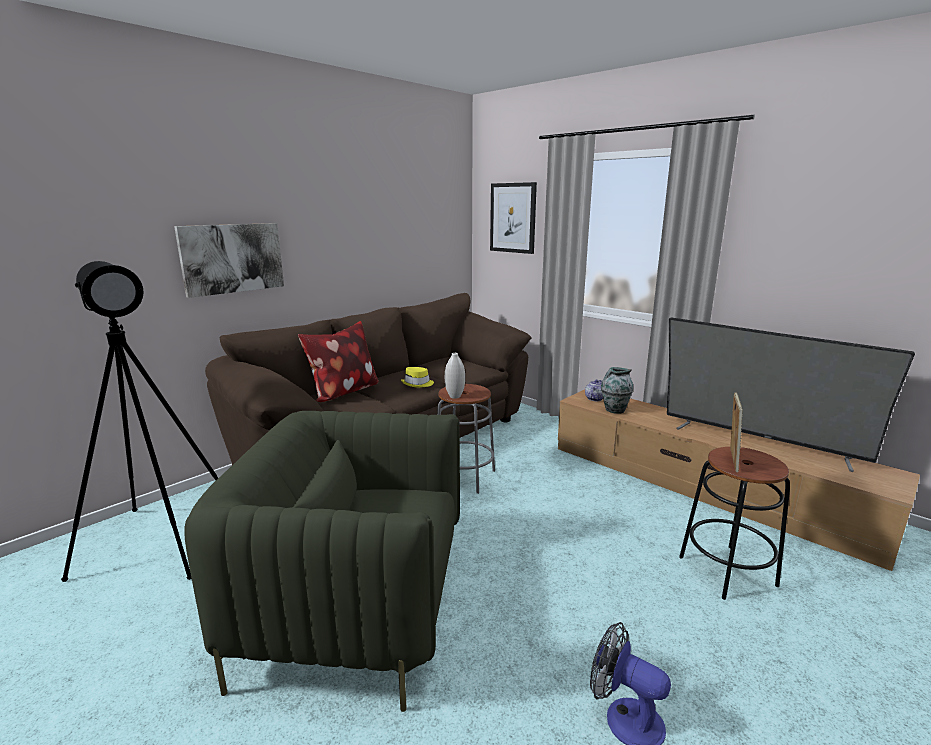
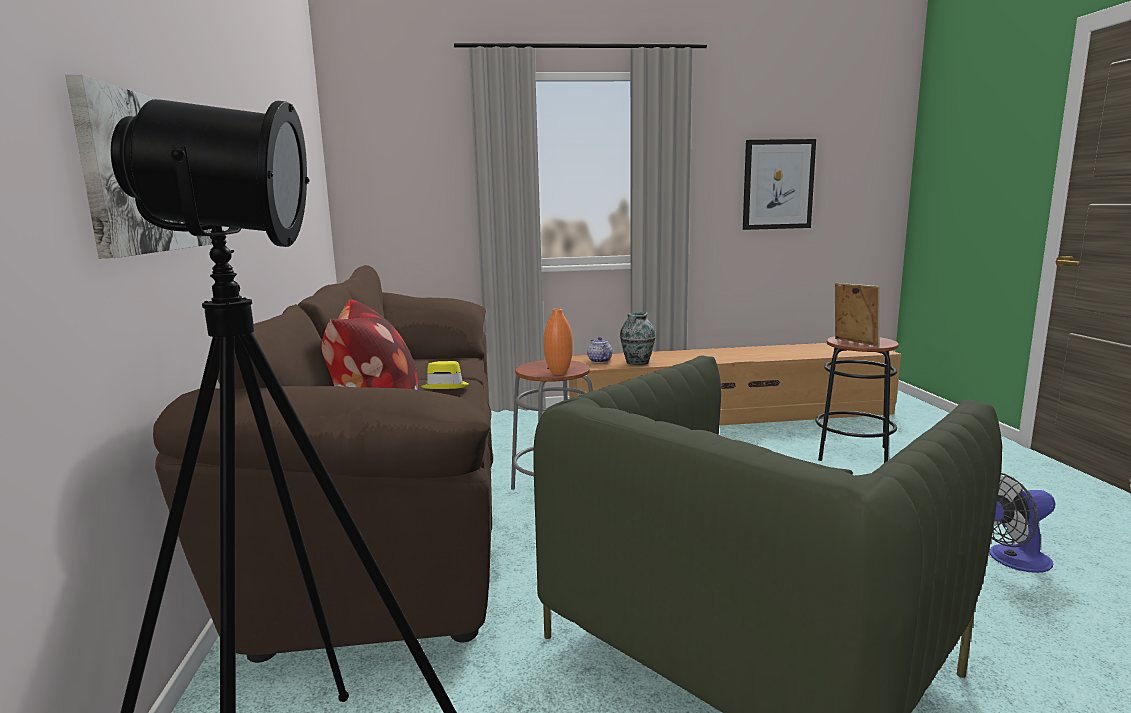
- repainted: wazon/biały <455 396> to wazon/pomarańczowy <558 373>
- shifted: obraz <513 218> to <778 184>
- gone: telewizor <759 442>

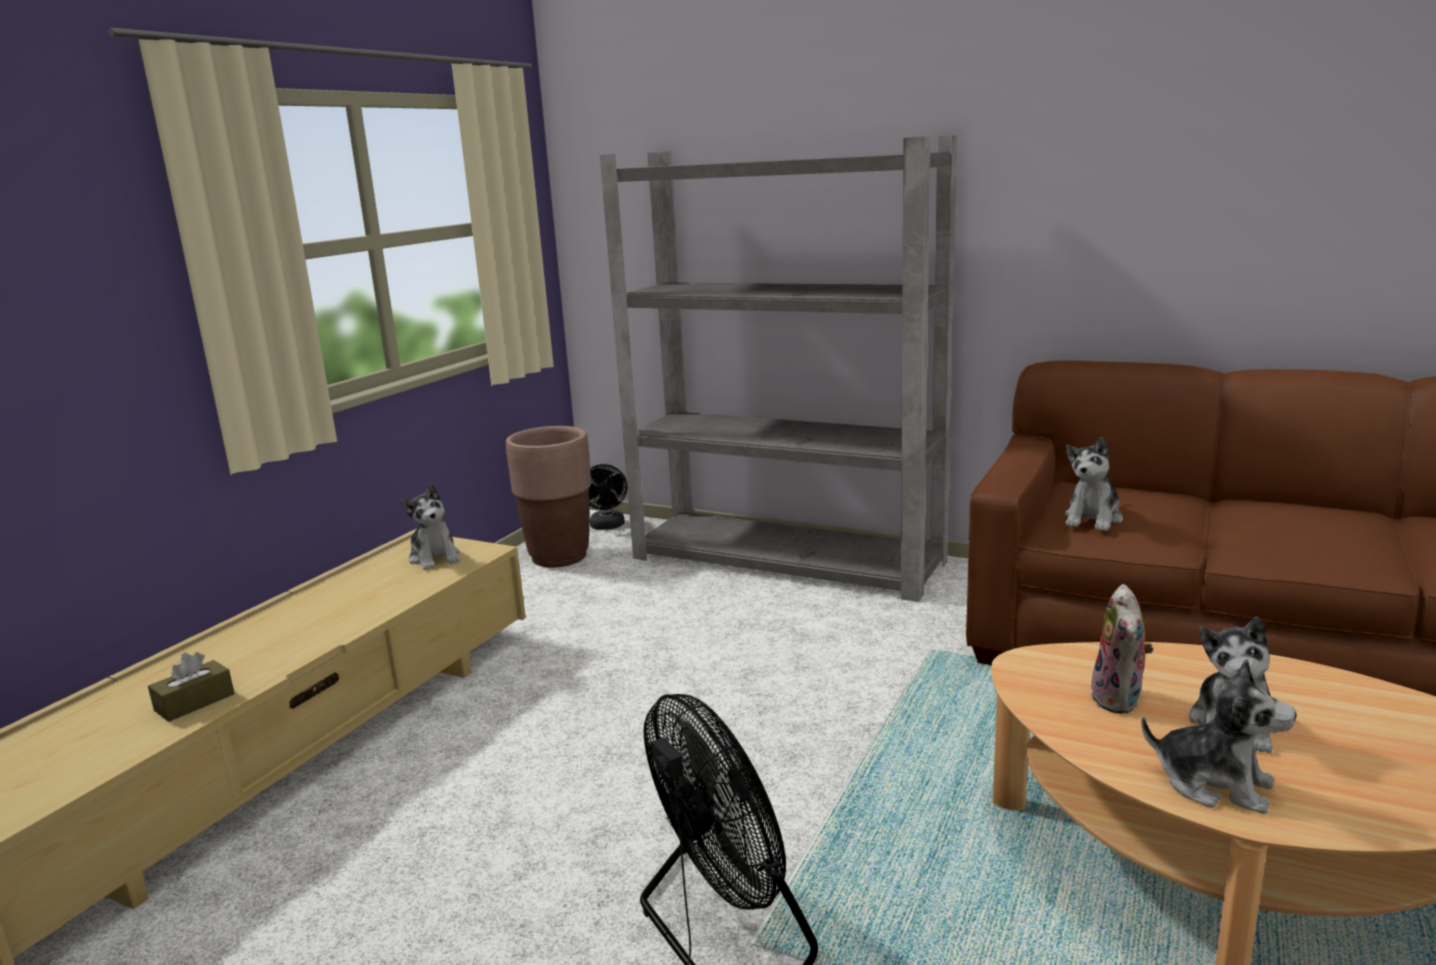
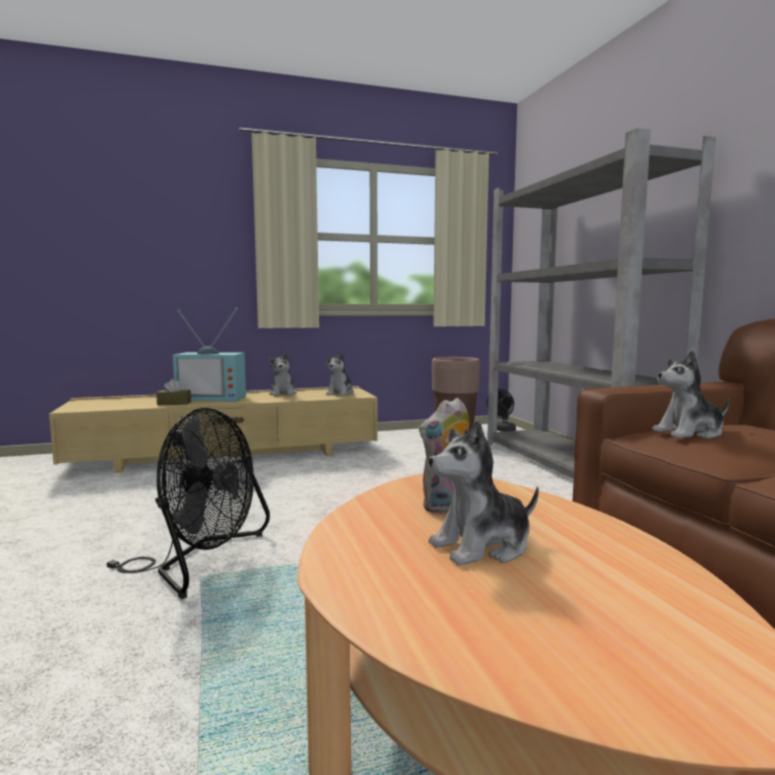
- shifted: pluszak <1214 784> to <283 394>
- new: telewizor <213 398>

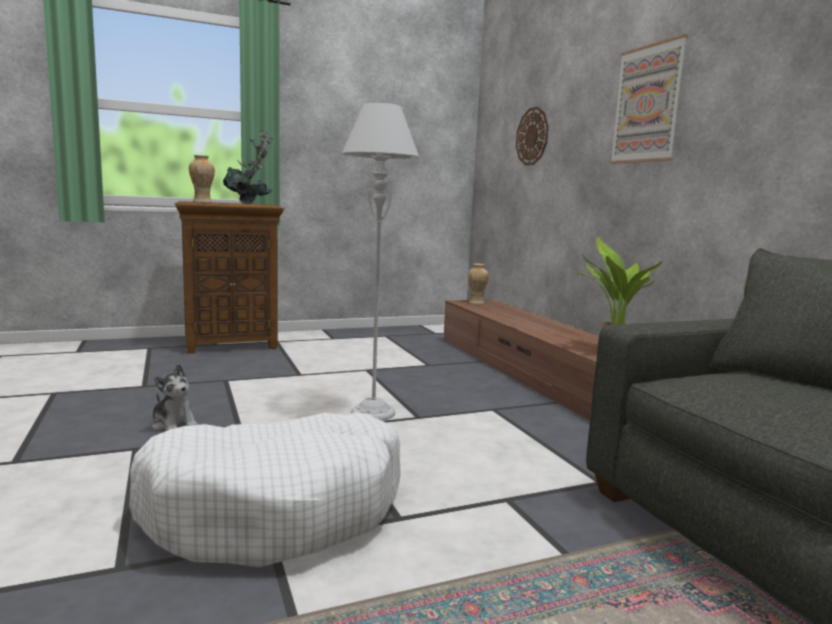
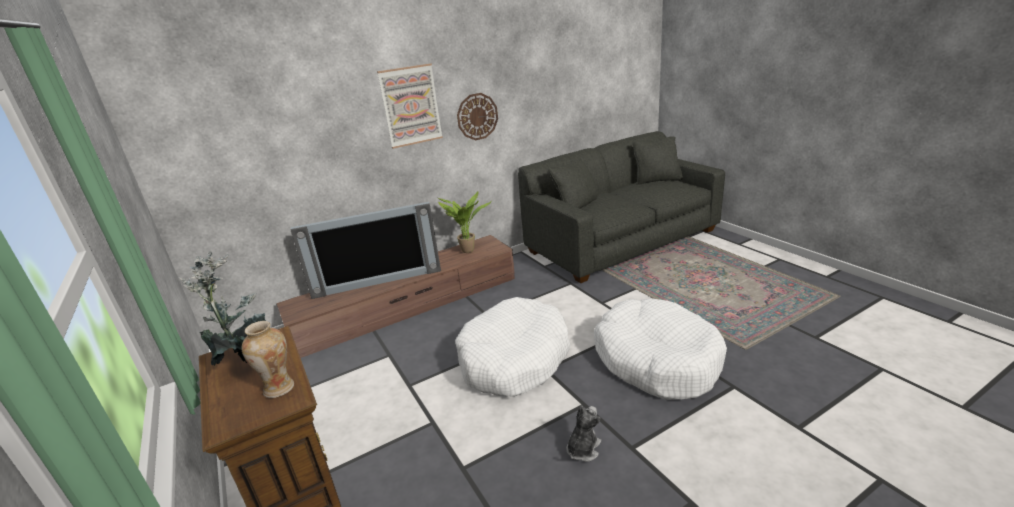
- swapped: lampa stojąca/szary <373 413> to legowisko/biały <514 359>
- gone: wazon <476 303>
- shifted: zegar ścienny <532 136> to <477 116>
- new: telewizor <377 281>

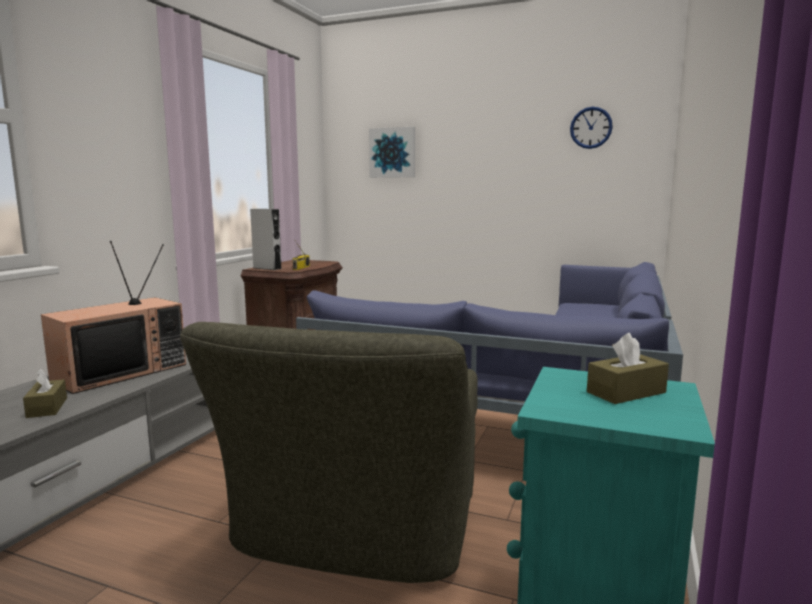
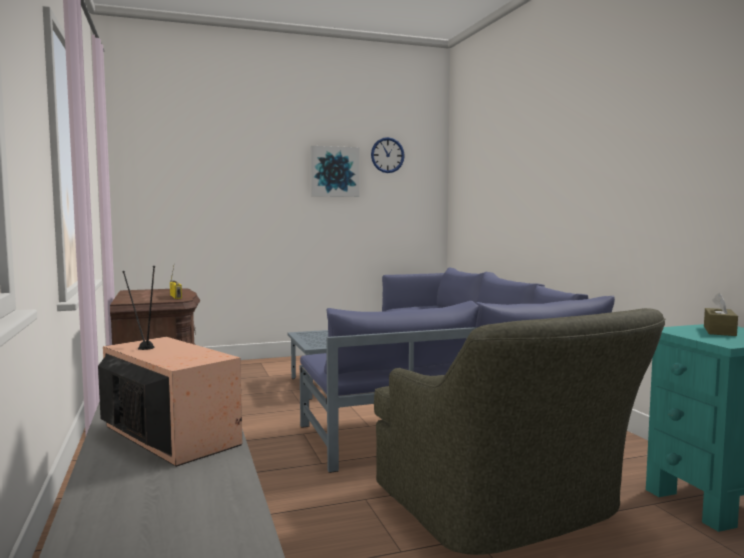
- gone: pudełko chusteczek/brązowy <47 407>
- rotated: telewizor <121 372> = <167 436> 45 degrees counterclockwise
- gone: głośnik/szary <267 268>
- shifted: obraz <392 152> to <334 171>

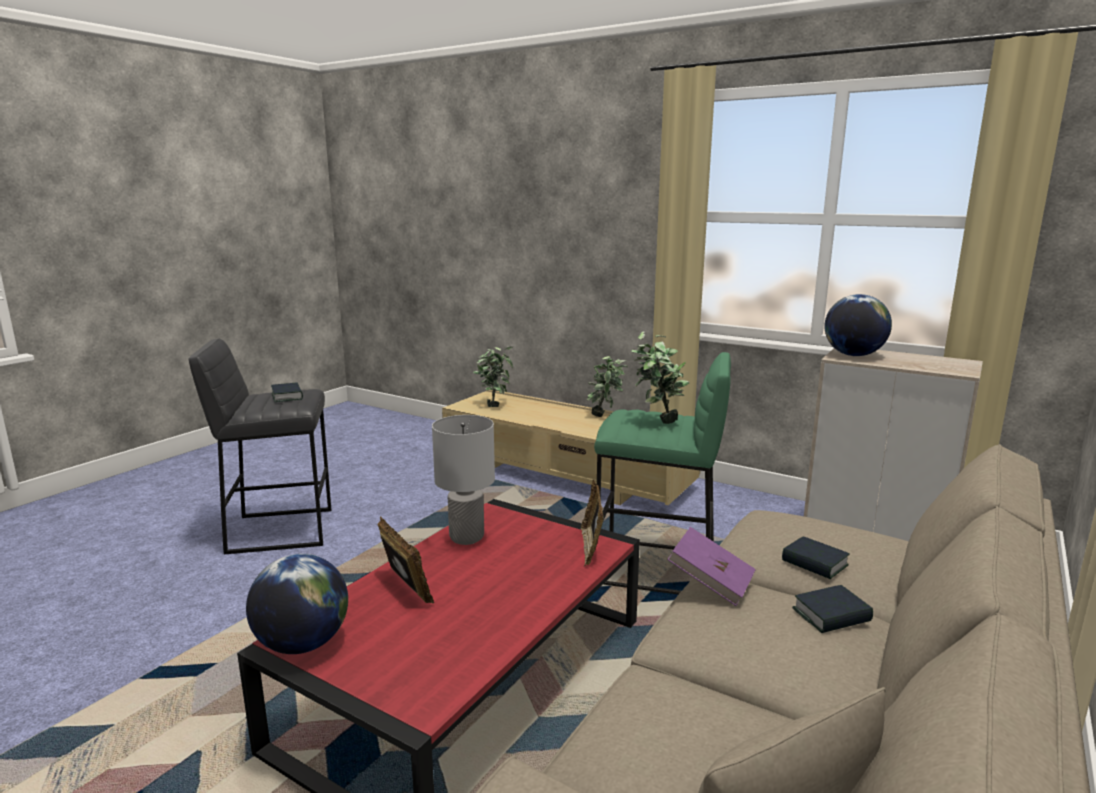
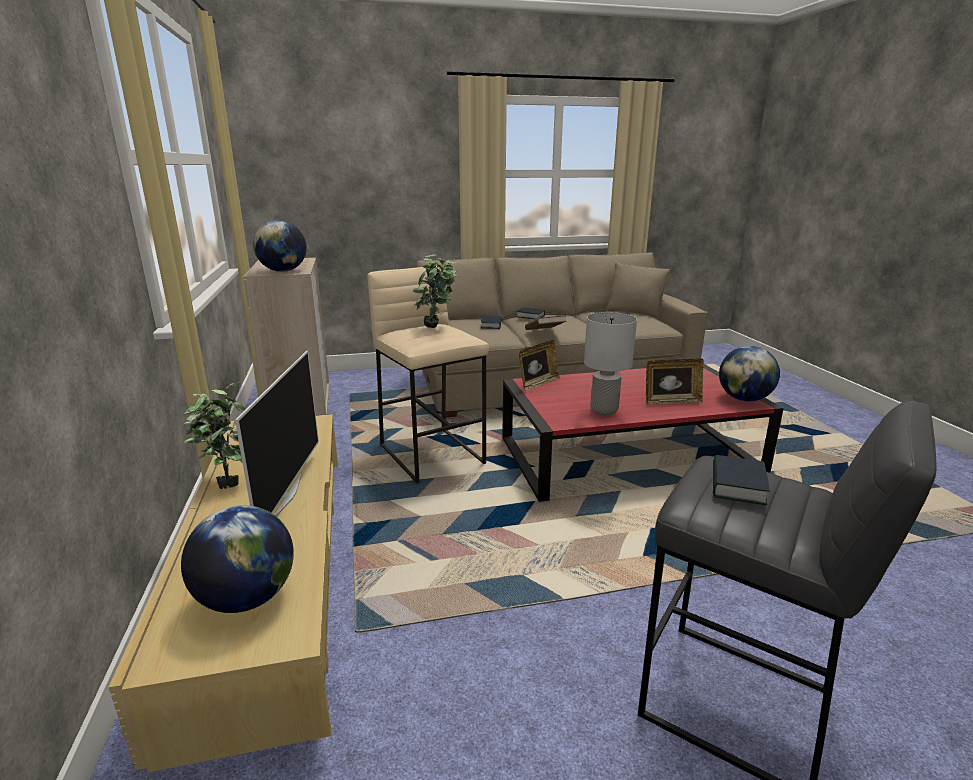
- rotated: ramka na zdjęcie <405 589> = <671 402> 105 degrees counterclockwise
- swapped: roślina doniczkowa <494 405> to globus <247 598>
- repainted: stołek/zielony <656 569> to stołek/beżowy <432 454>
- repainted: książka/fioletowy <711 582> to książka/brązowy <544 333>
- new: telewizor <285 496>

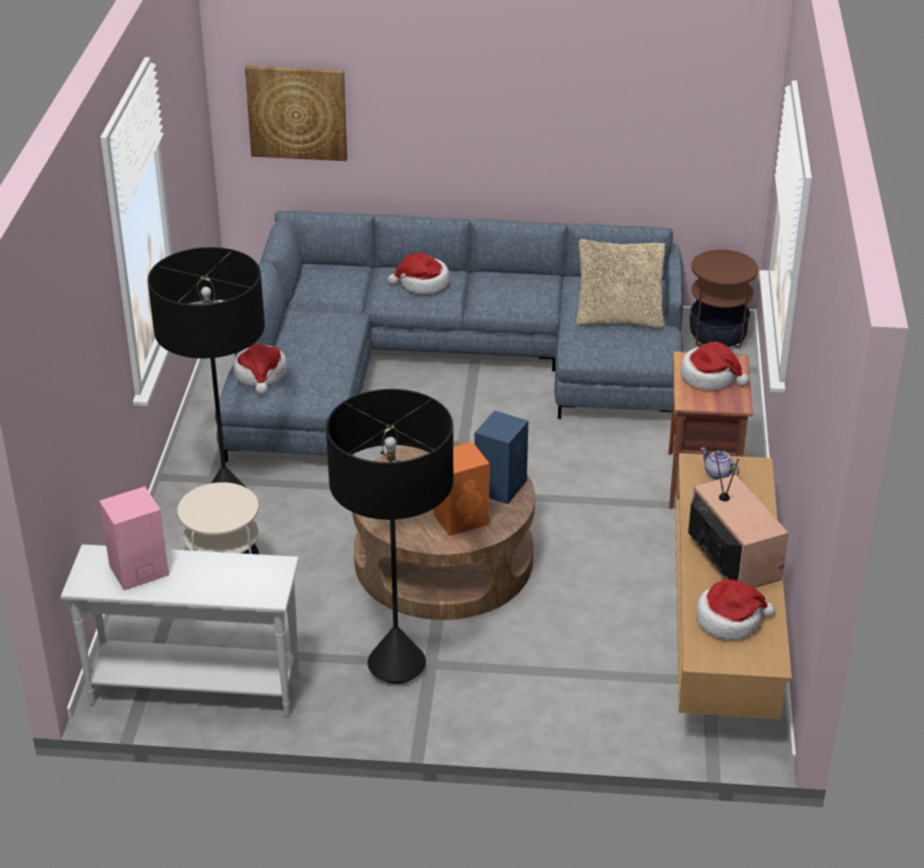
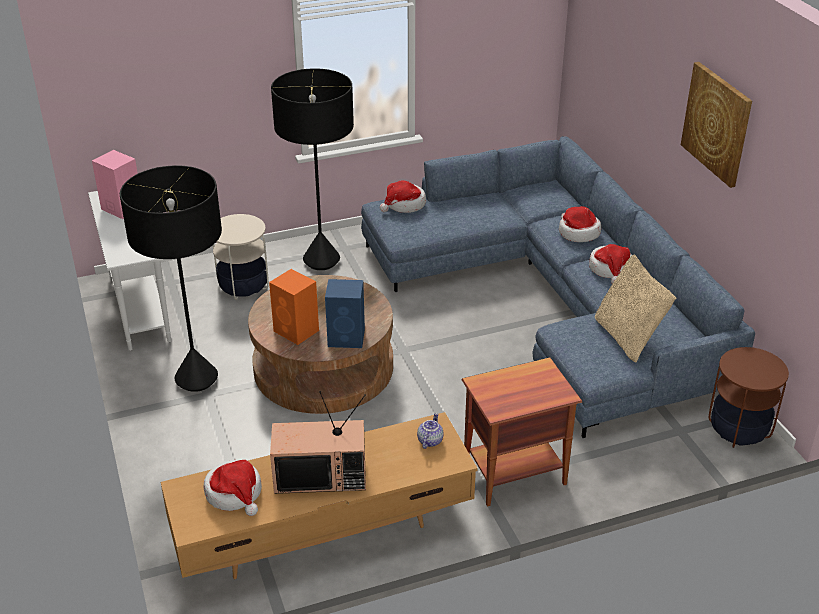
- shifted: obraz <297 112> to <717 123>
- shifted: kapelusz <710 377> to <611 269>
- rotated: telewizor <731 555> = <321 474> 45 degrees clockwise

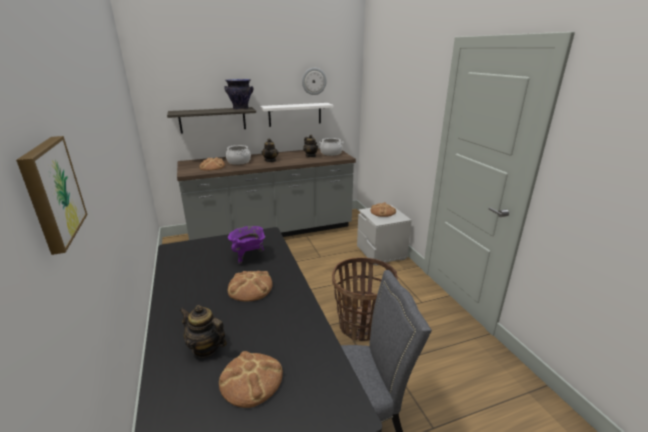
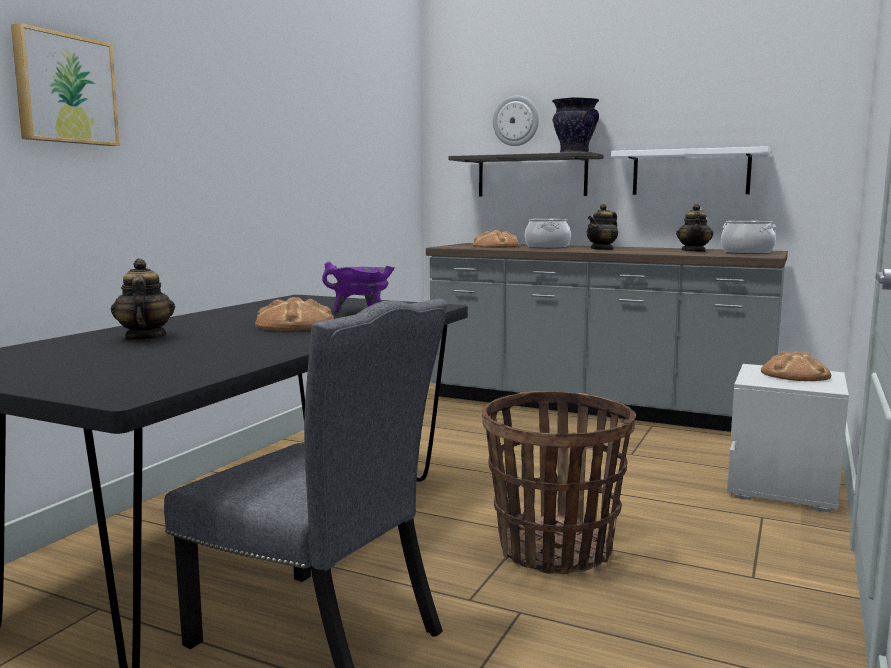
- gone: chleb <251 380>
- shifted: zegar ścienny <314 81> to <516 121>

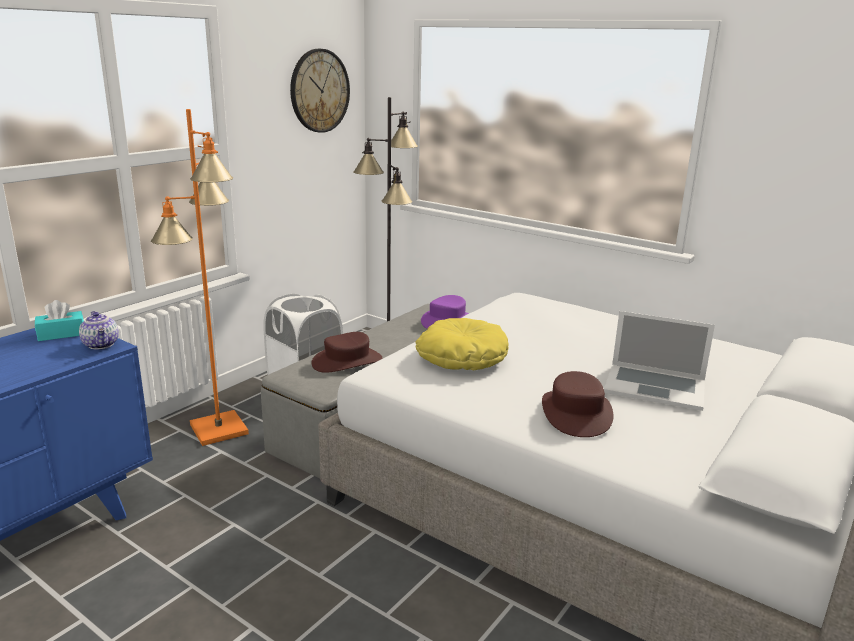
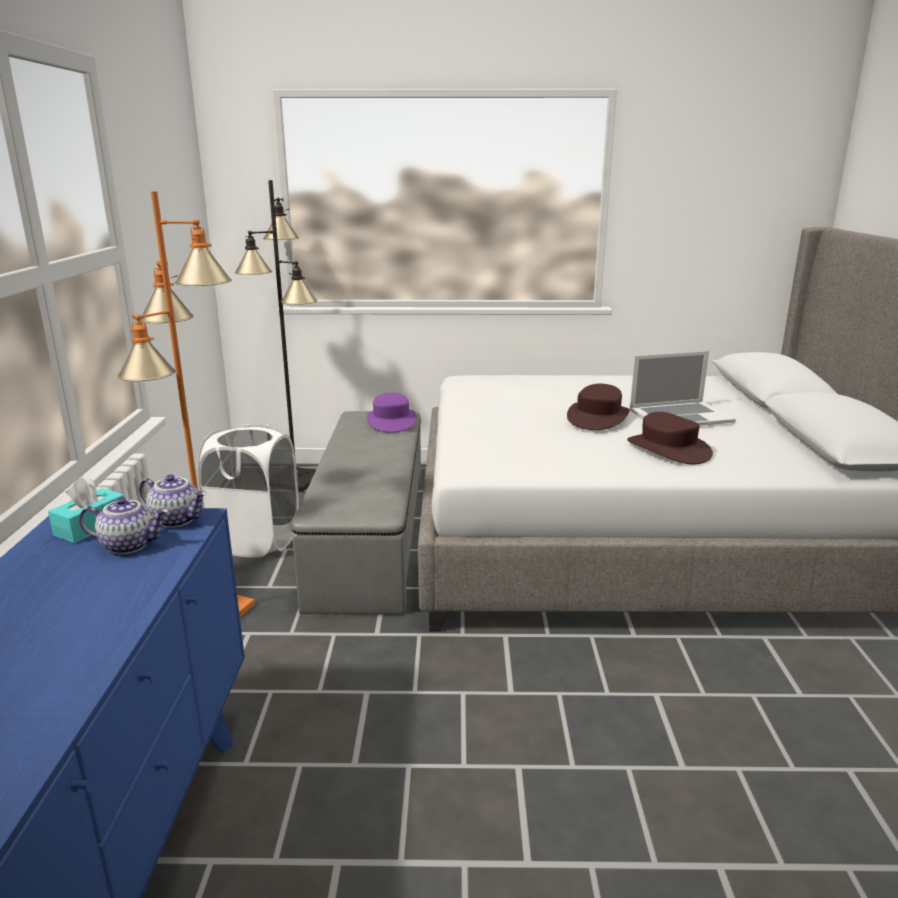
- gone: zegar ścienny <319 91>
- shifted: kapelusz/brązowy <347 361> to <598 417>
- gone: poduszka/żółty <463 358>
- new: imbryk <130 545>

